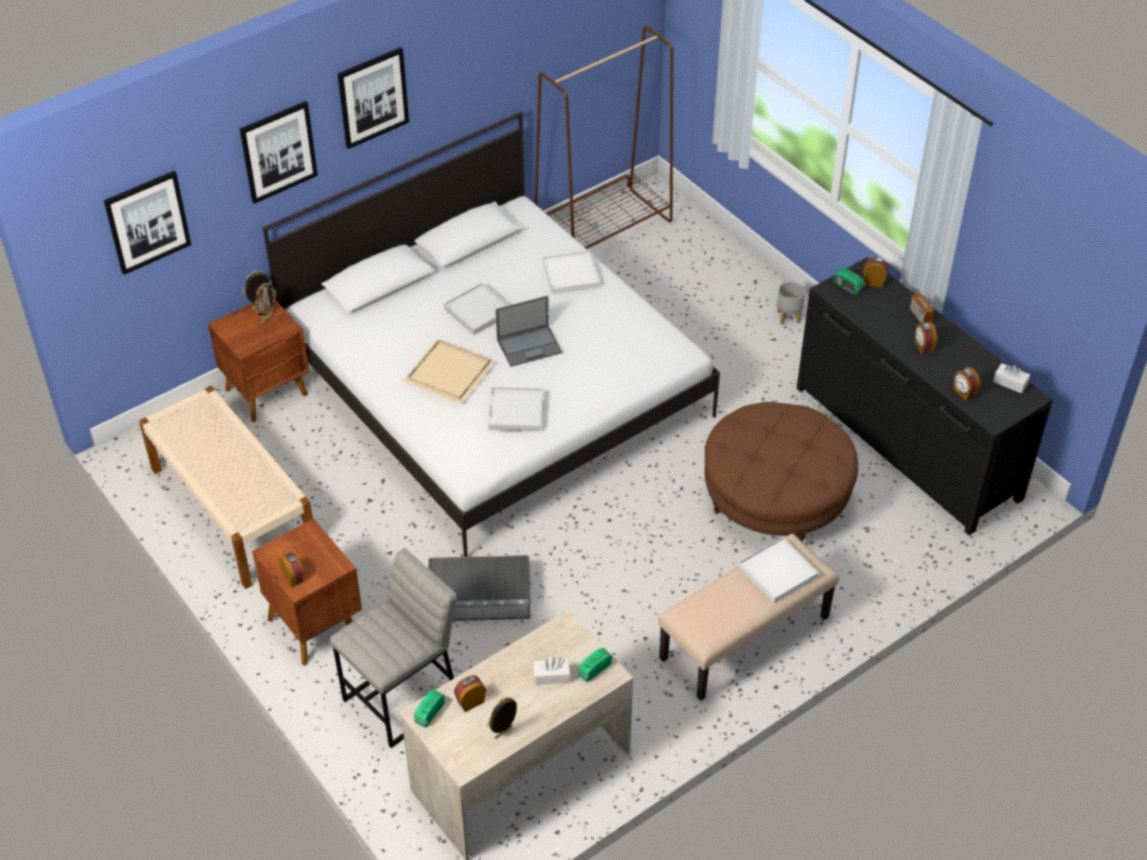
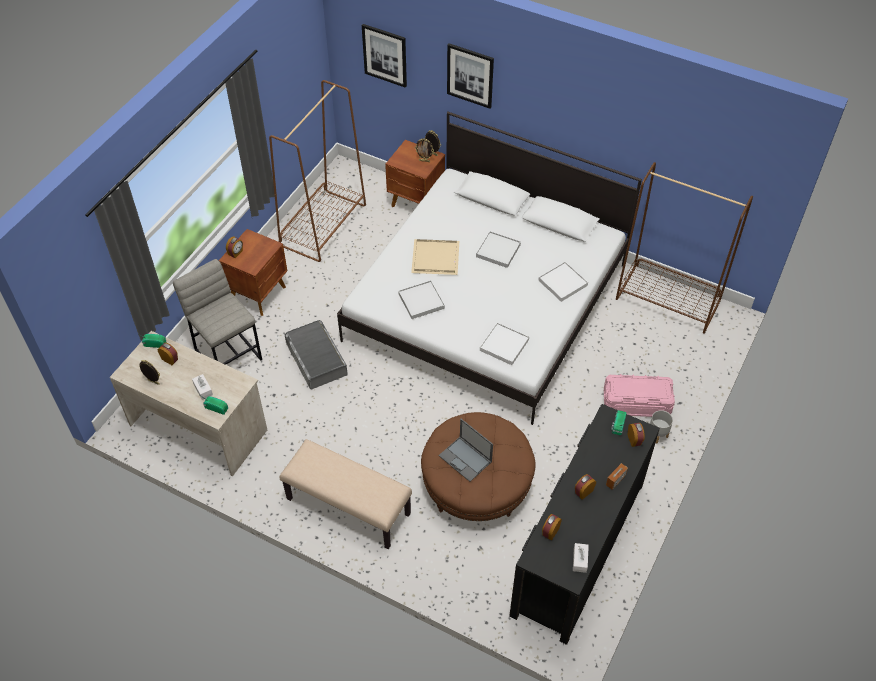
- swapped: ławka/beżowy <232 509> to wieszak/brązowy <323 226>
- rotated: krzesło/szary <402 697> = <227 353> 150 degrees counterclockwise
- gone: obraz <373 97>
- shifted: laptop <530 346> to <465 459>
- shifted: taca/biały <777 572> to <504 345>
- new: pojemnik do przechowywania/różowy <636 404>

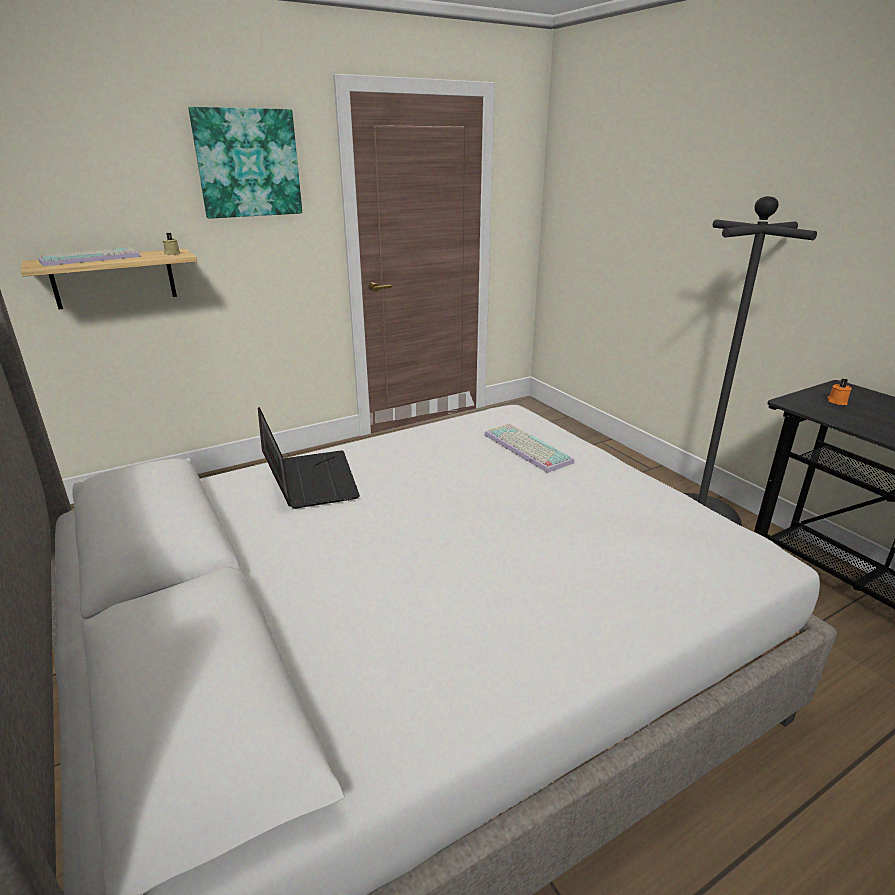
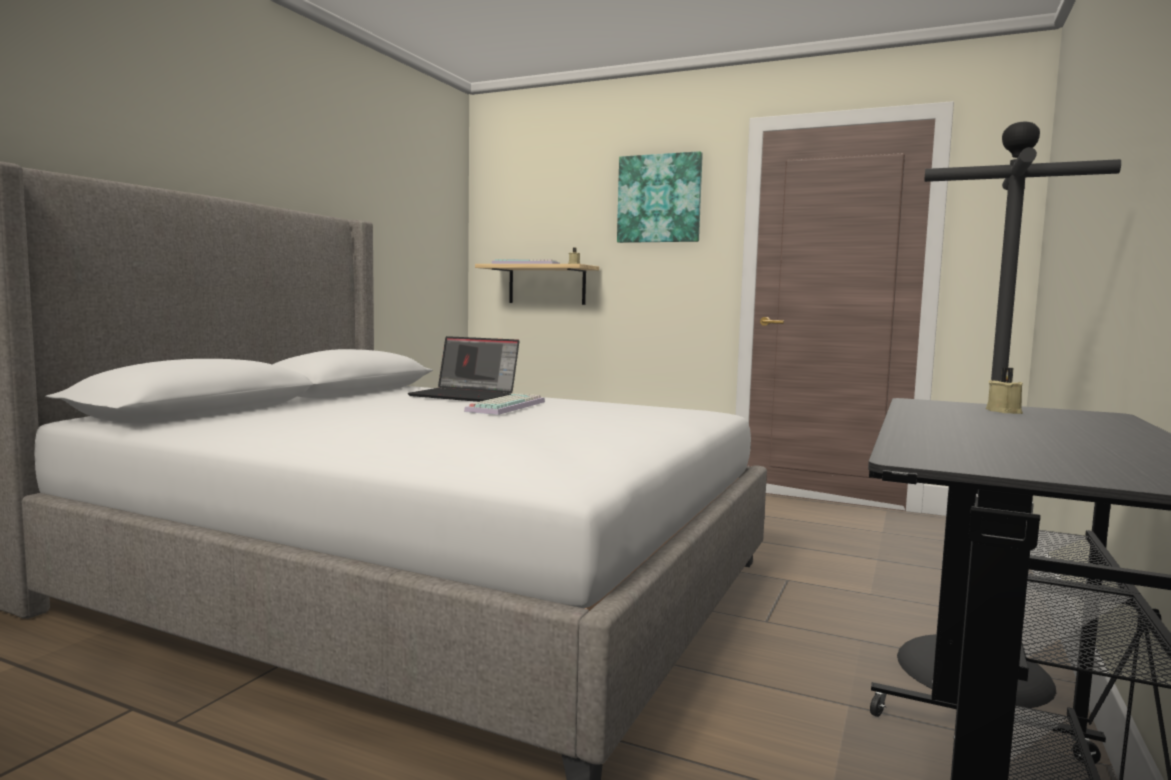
- rotated: laptop <309 480> = <466 396> 75 degrees clockwise
- shifted: klawiatura <525 448> to <505 406>
- repainted: świeca/pomarańczowy <837 401> to świeca/beżowy <1005 411>

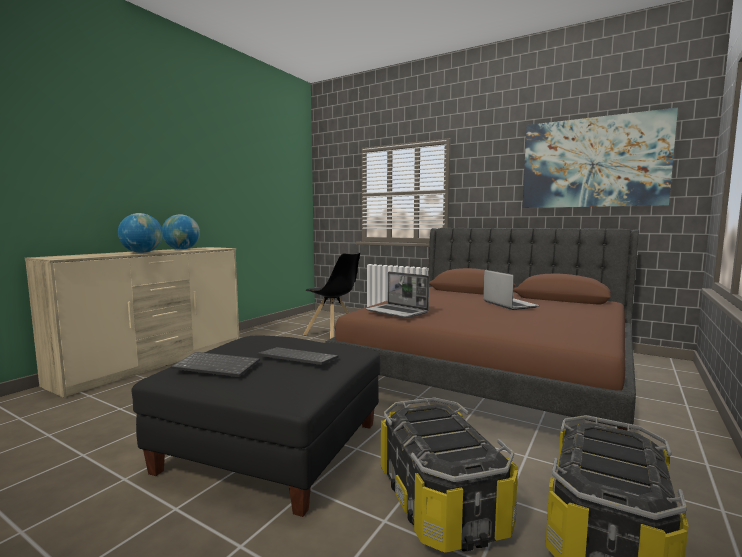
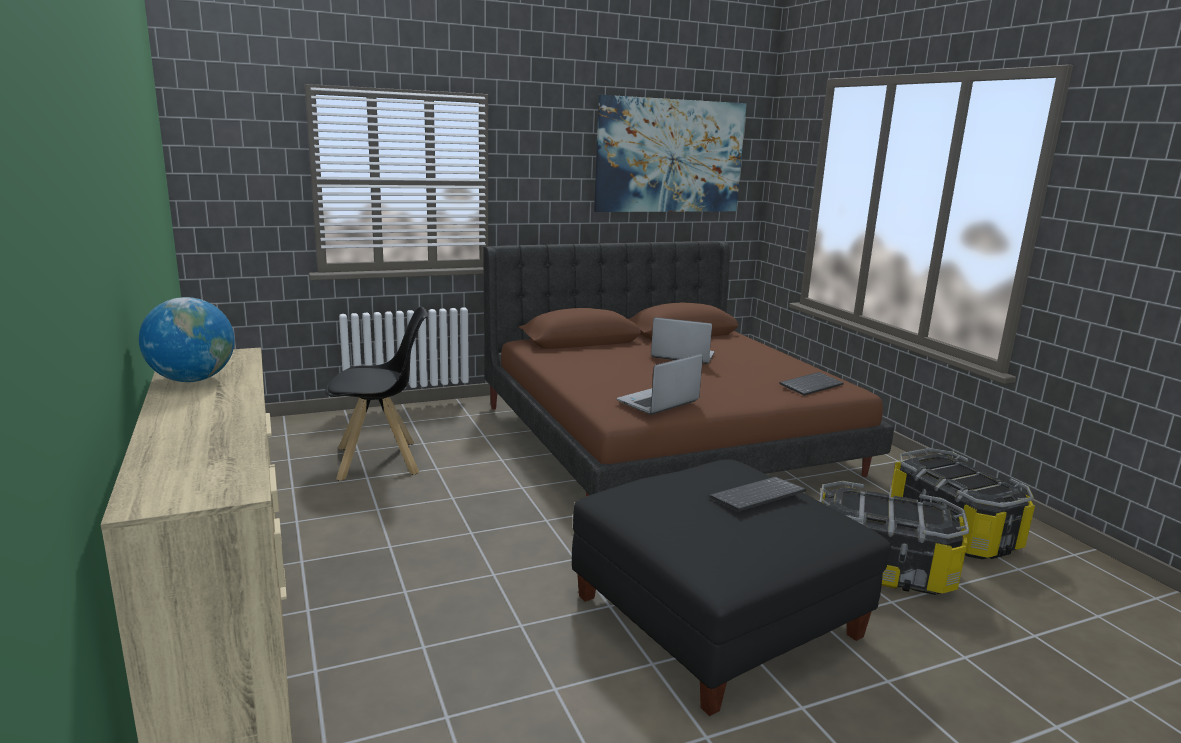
- gone: globus <142 252>
- shifted: klawiatura <218 366> to <811 385>
- rotated: laptop <397 312> = <658 402> 150 degrees clockwise

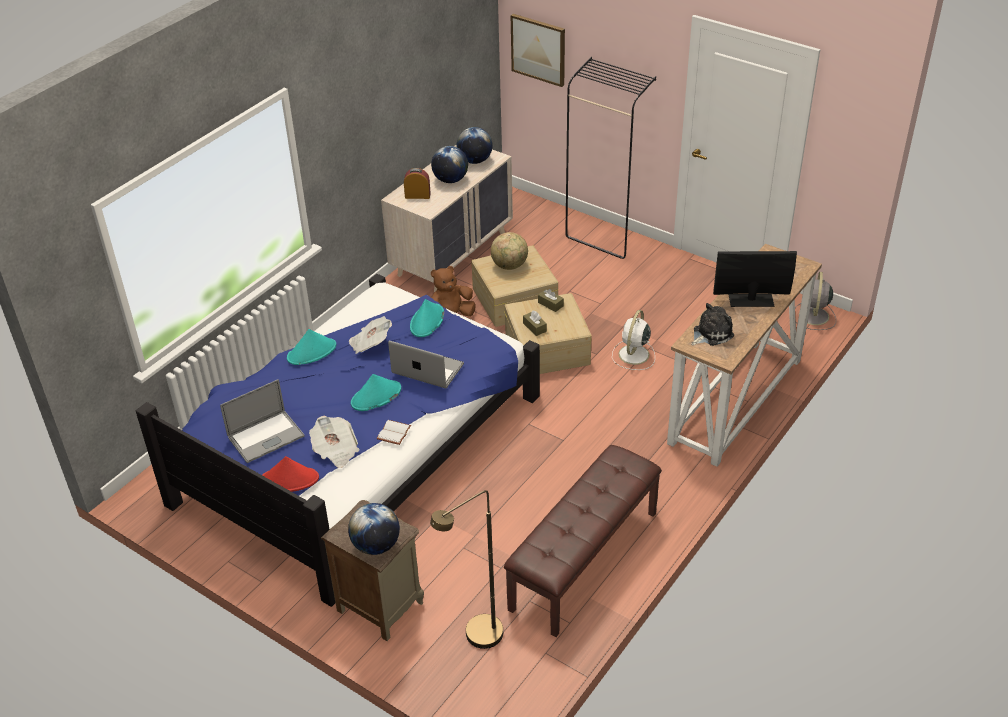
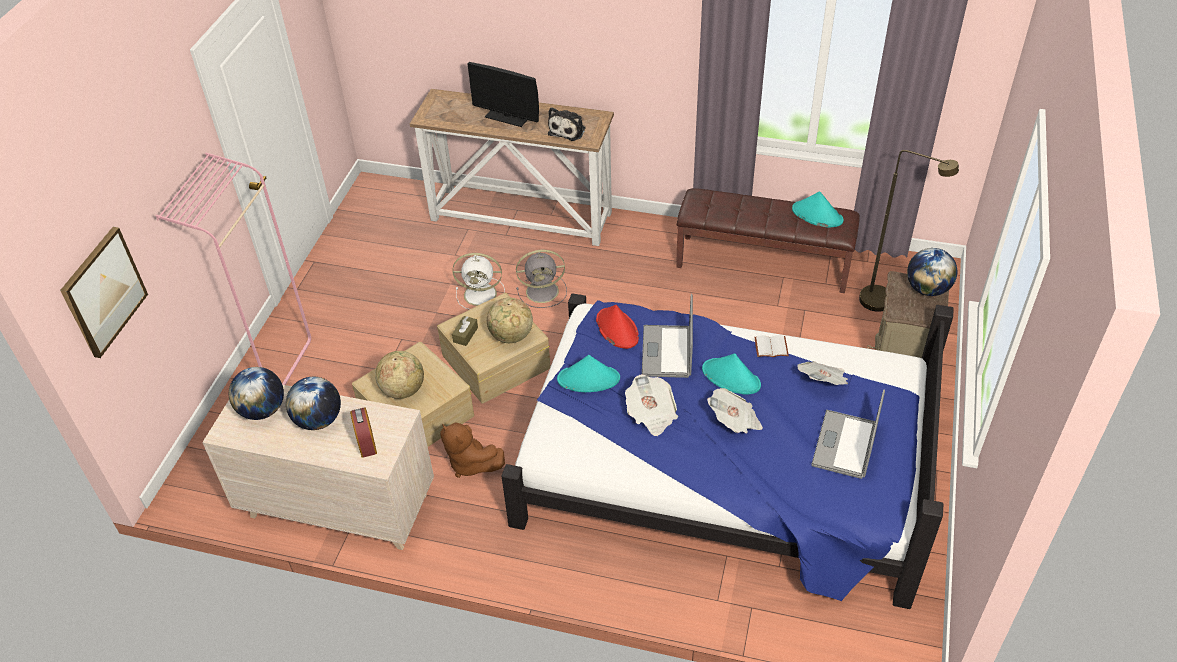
- rotated: laptop <266 437> = <844 444> 105 degrees counterclockwise
- shifted: kapelusz/czerwony <289 480> to <617 329>
- shifted: kapelusz/turkusowy <312 352> to <817 215>
- swapped: pudełko chusteczek/brązowy <534 327> to globus <511 336>
- repainted: wieszak/czarny <605 239> to wieszak/różowy <271 365>
- rotated: pluszak <711 333> = <568 130> 105 degrees counterclockwise
- rotated: monitor <751 300> = <507 117> 45 degrees counterclockwise
- shifted: wentylator/szary <814 316> to <544 291>
- new: gazeta <734 421>

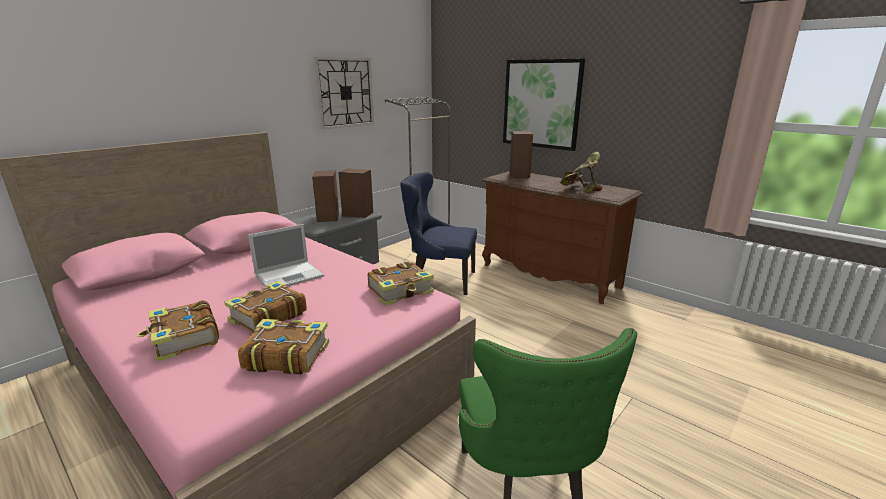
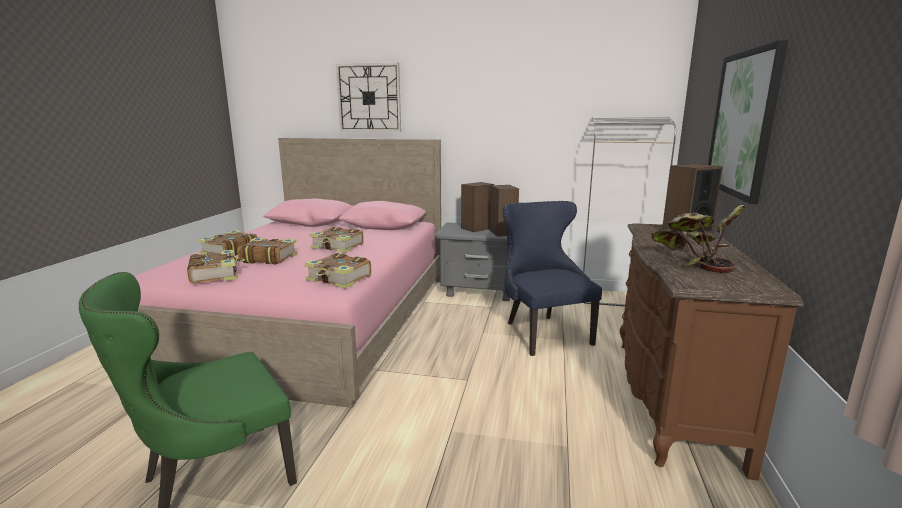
- swapped: laptop <290 275> to książka <338 247>
- shifted: zegar ścienny <345 92> to <369 98>

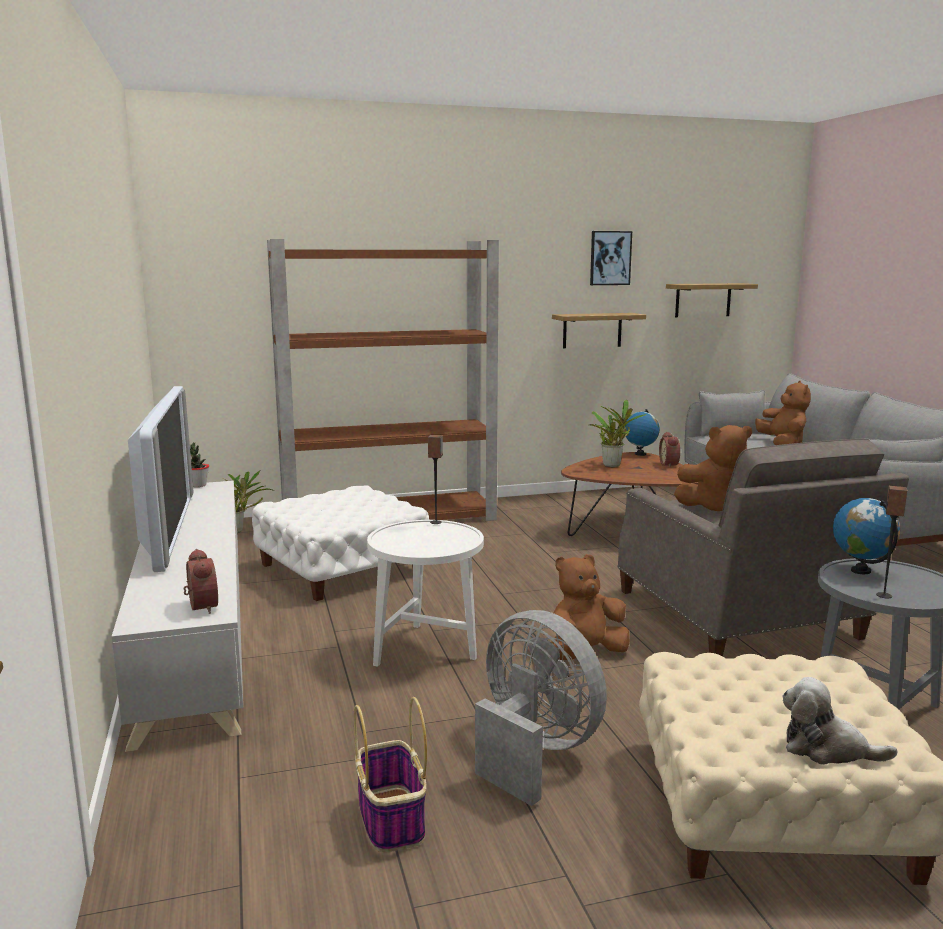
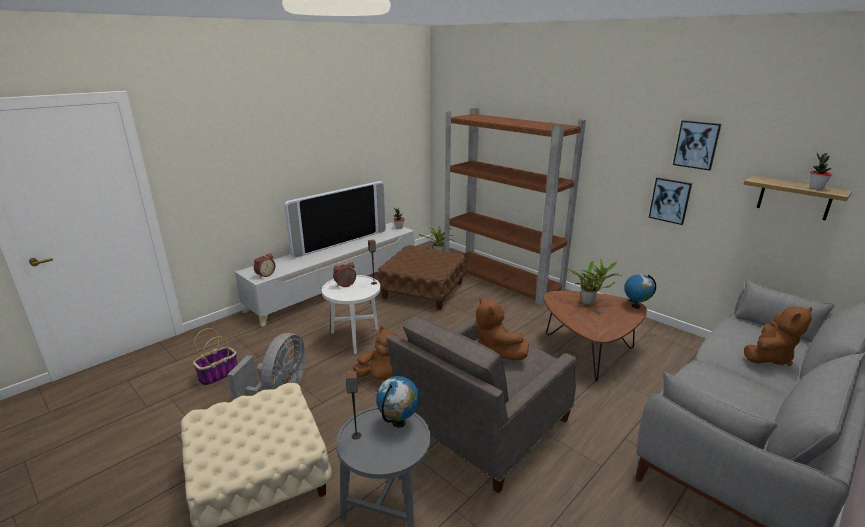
- repainted: pufa/biały <342 568> to pufa/brązowy <423 290>
- swapped: półka <592 330> to obraz <670 200>
- shifted: budzik <670 465> to <346 285>
- gone: pluszak <827 749>
- new: roślina doniczkowa <816 188>

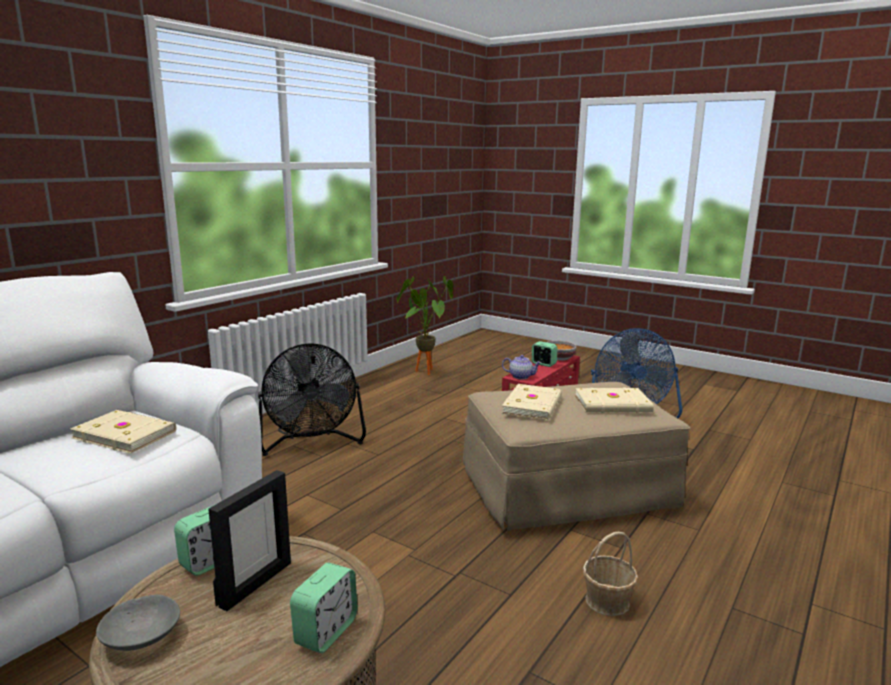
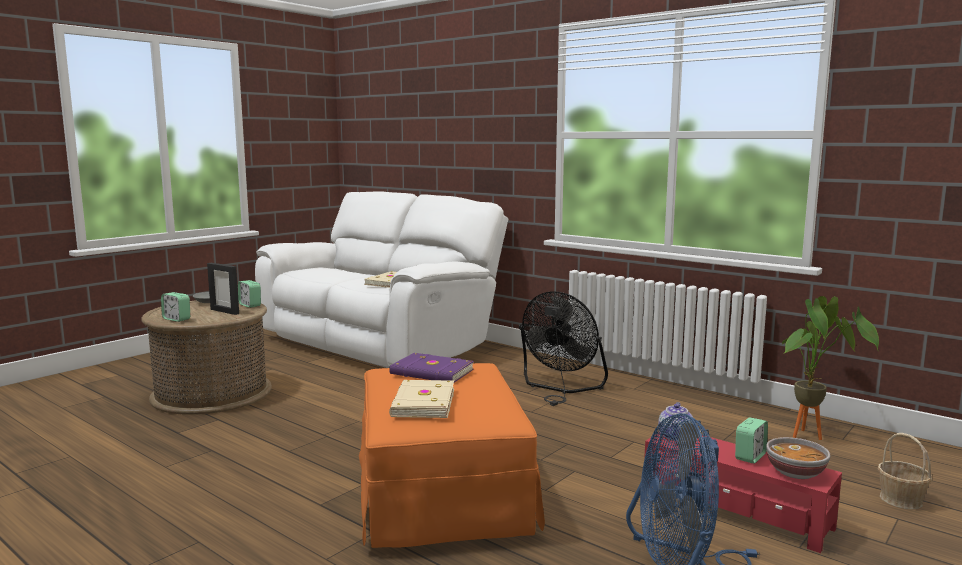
- rotated: wentylator/czarny <308 441> = <557 387> 135 degrees clockwise
- repainted: pufa/beżowy <566 489> to pufa/pomarańczowy <442 492>
- repainted: książka/beżowy <534 405> to książka/fioletowy <431 372>
- shifted: koszyk <607 601> to <901 499>

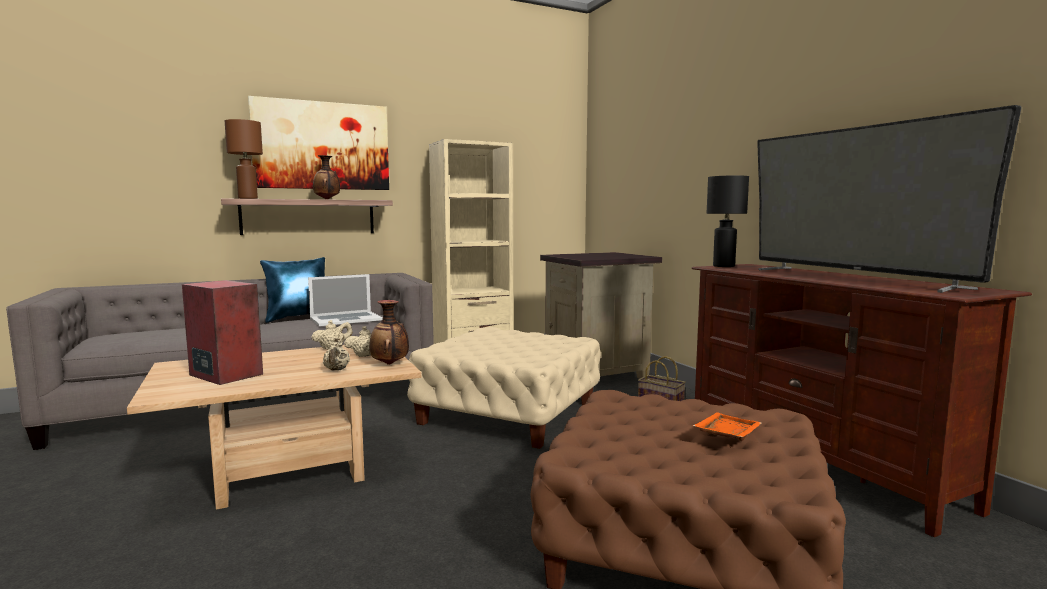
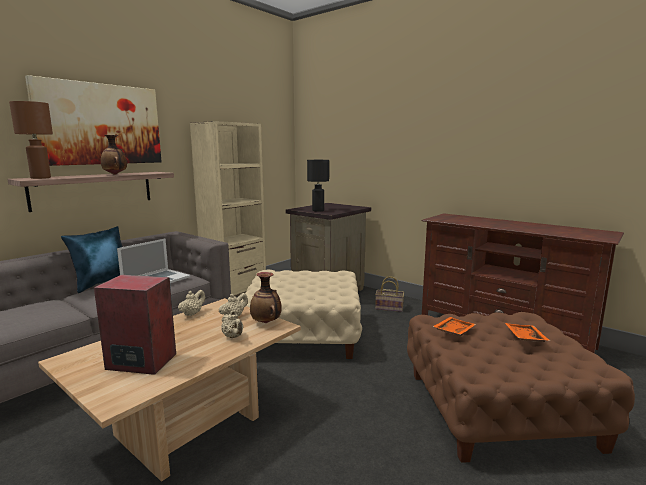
- shifted: lampa stołowa/czarny <724 266> to <318 210>
- gone: telewizor <851 278>
- new: taca/pomarańczowy <453 331>

